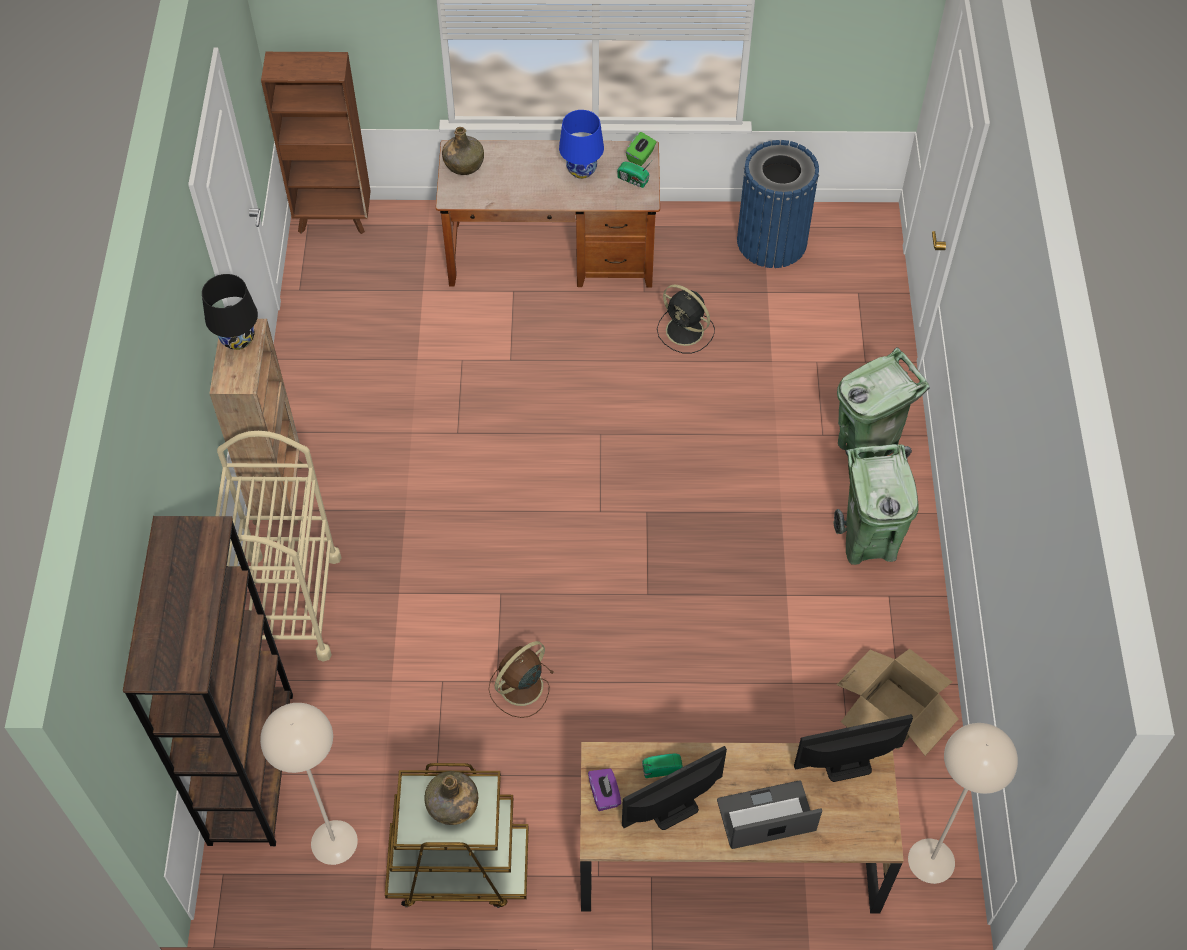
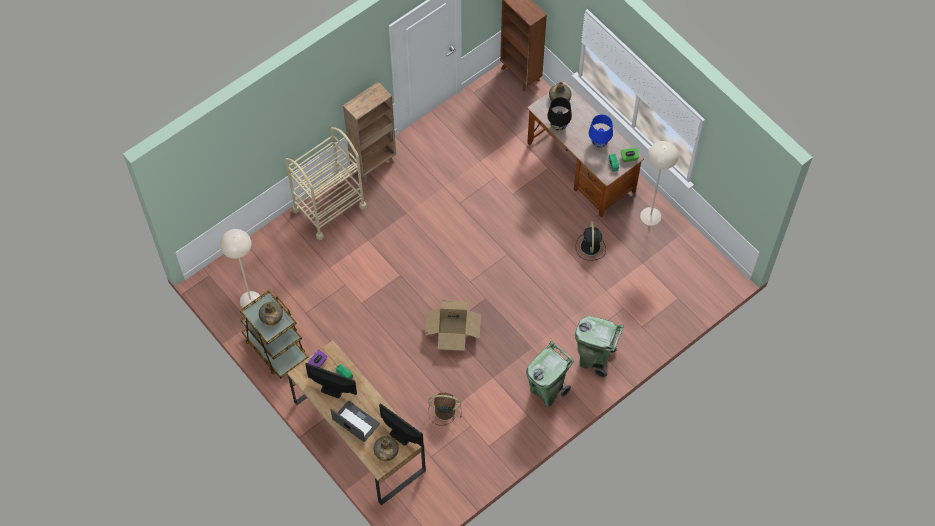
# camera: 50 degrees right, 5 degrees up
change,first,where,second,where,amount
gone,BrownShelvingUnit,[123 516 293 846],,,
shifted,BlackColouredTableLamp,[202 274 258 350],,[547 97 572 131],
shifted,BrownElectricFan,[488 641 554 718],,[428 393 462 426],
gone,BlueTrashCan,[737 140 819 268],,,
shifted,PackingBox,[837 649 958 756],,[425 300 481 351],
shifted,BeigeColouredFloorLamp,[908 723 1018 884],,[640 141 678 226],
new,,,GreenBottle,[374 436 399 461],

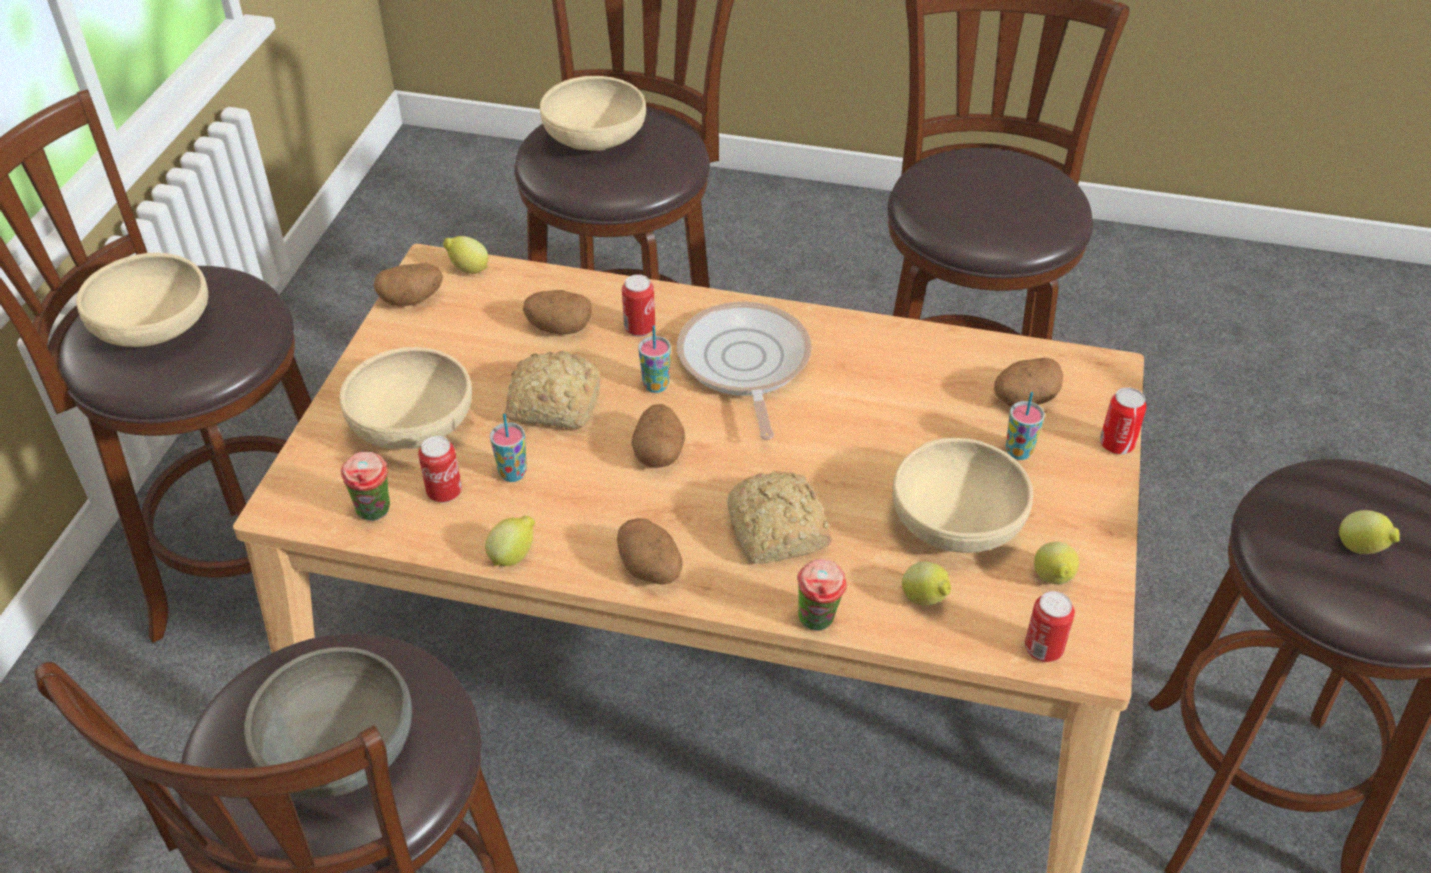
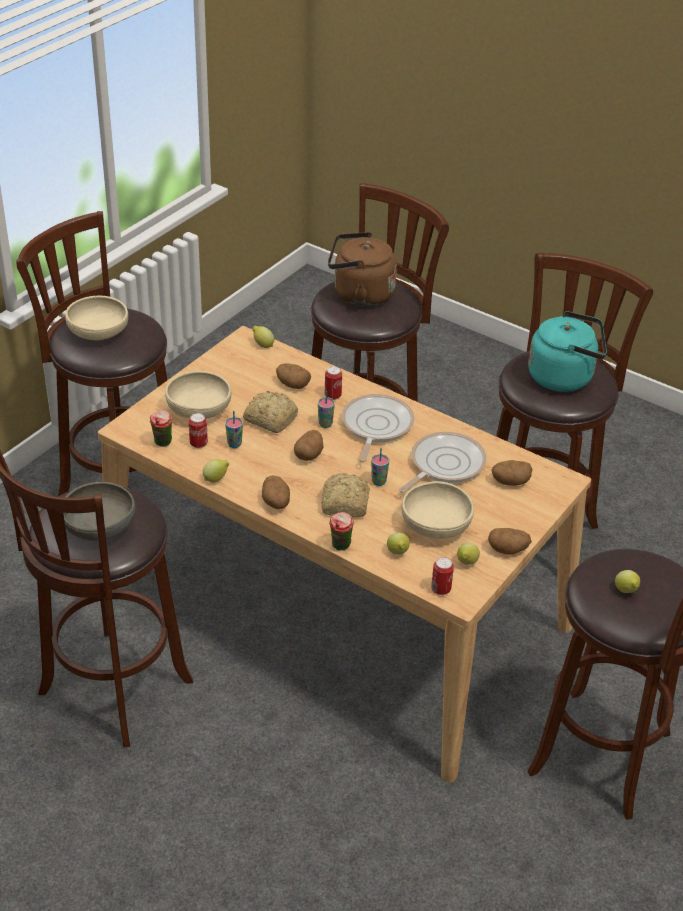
# camera: 20 degrees right, 5 degrees down
change,first,where,second,where,amount
shifted,Potato,[374 263 443 306],,[488 528 532 555],
swapped,BeigeColouredServingBowl,[540 76 646 151],BrownWaterKettle,[328 232 397 306],
shifted,Cup,[1006 392 1045 460],,[371 448 389 486],
gone,MetalCan,[1100 387 1146 454],,,
new,,,Pan,[399 432 487 493],
new,,,BlueGreenWaterKettle,[528 311 607 392],

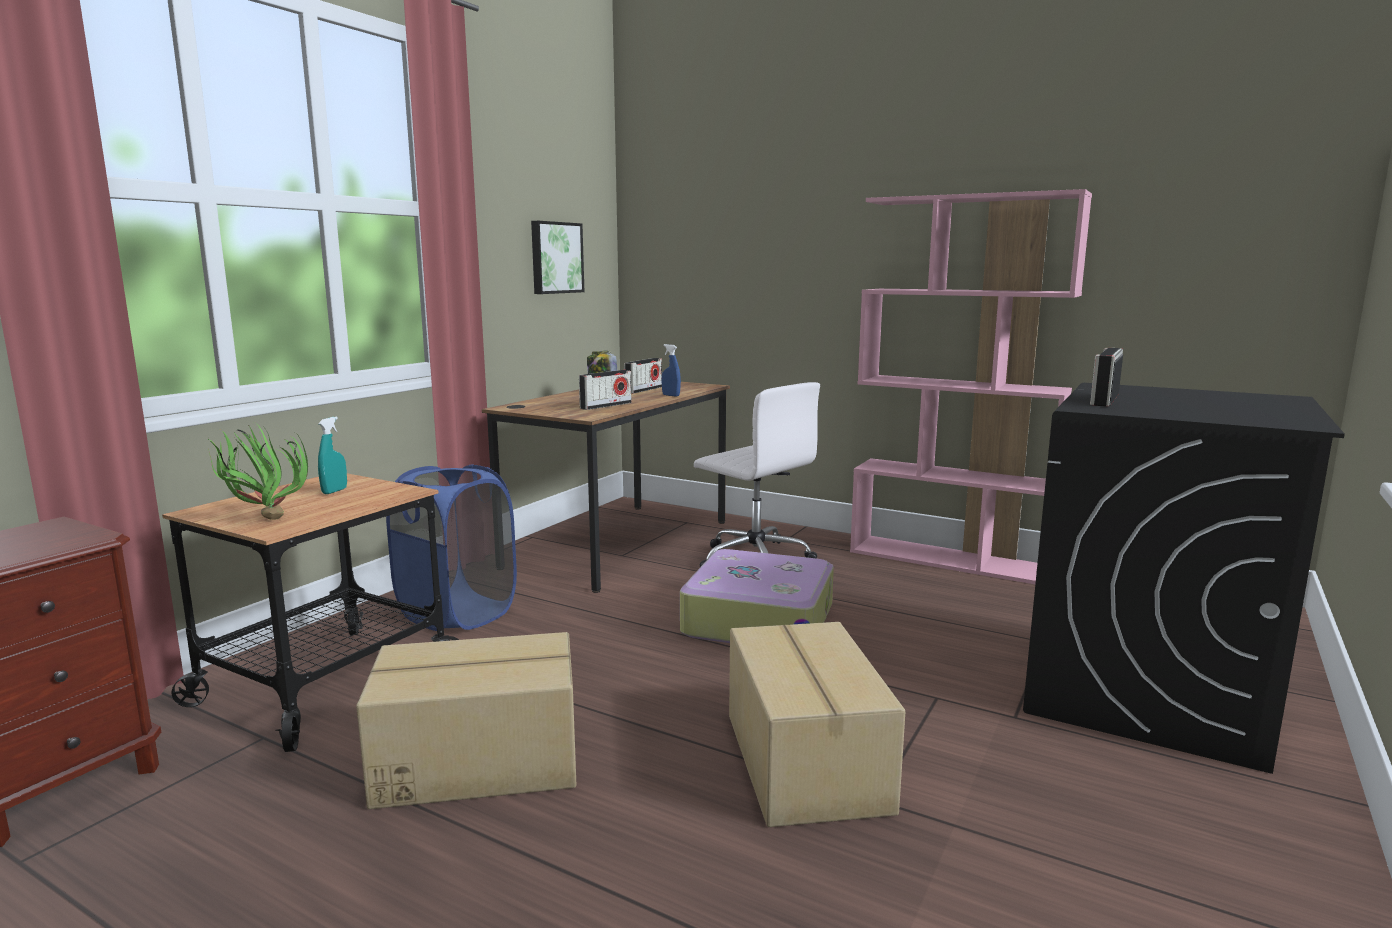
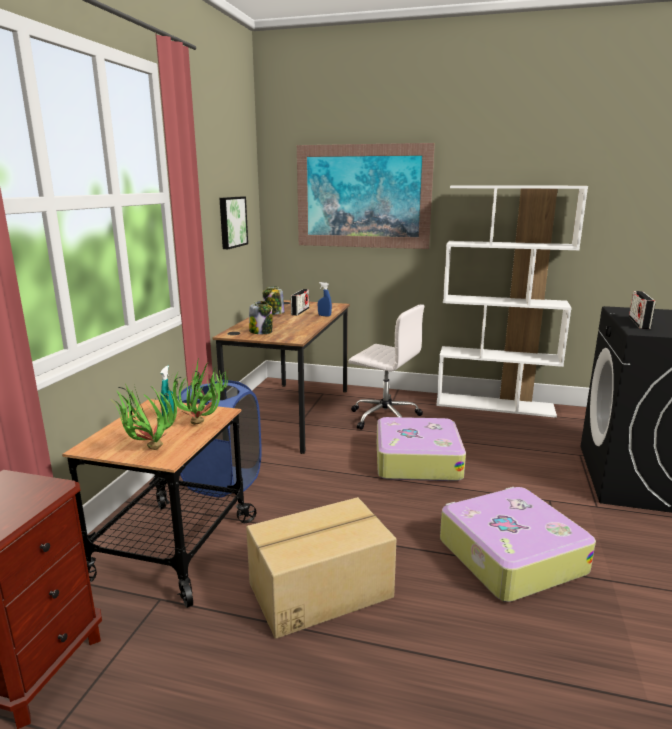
# camera: 15 degrees left, 5 degrees up
change,first,where,second,where,amount
gone,RadioSet,[579 370 631 410],,,
swapped,PackingBox,[729 622 905 827],PieceOfLuggage,[440 487 596 602],
repainted,PinkishShelvingUnit,[850 189 1092 584],WhitishShelvingUnit,[436 185 588 418],
new,,,PottedPlant,[170 359 228 425],
new,,,Jar,[249 301 273 334],
new,,,WallArt,[297 143 435 249],

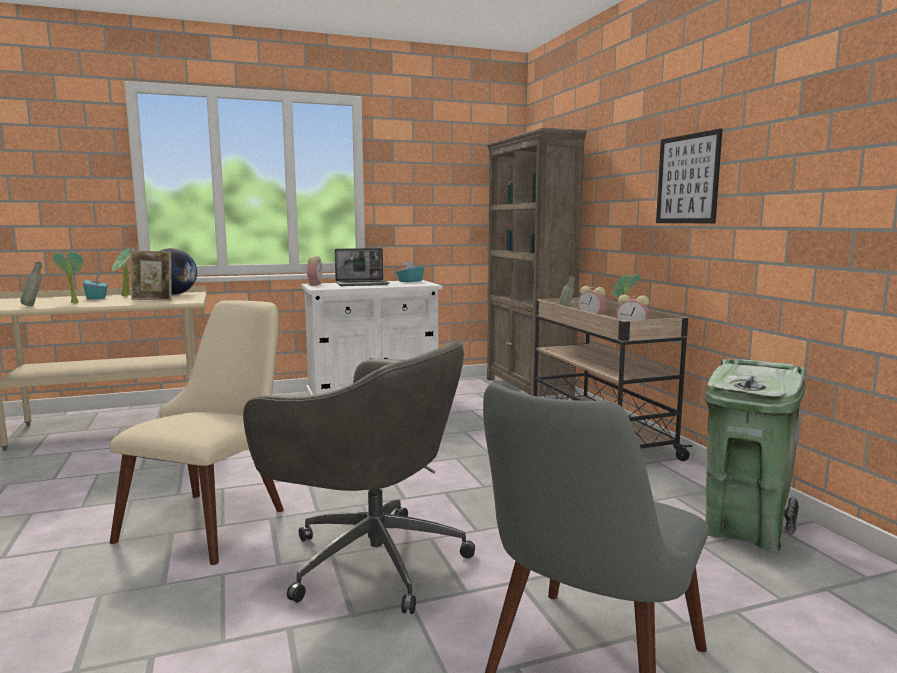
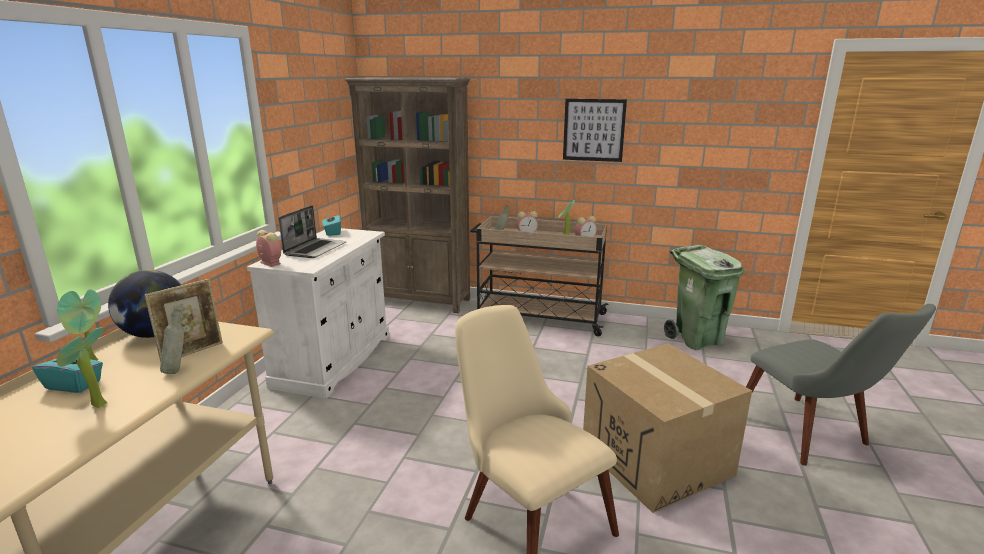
# camera: 55 degrees left, 10 degrees up
change,first,where,second,where,amount
shifted,GreyishBottle,[20 262 42 306],,[160 309 184 374],
swapped,GreyishDeskChair,[243 341 475 614],PackingBox,[583 343 752 513],

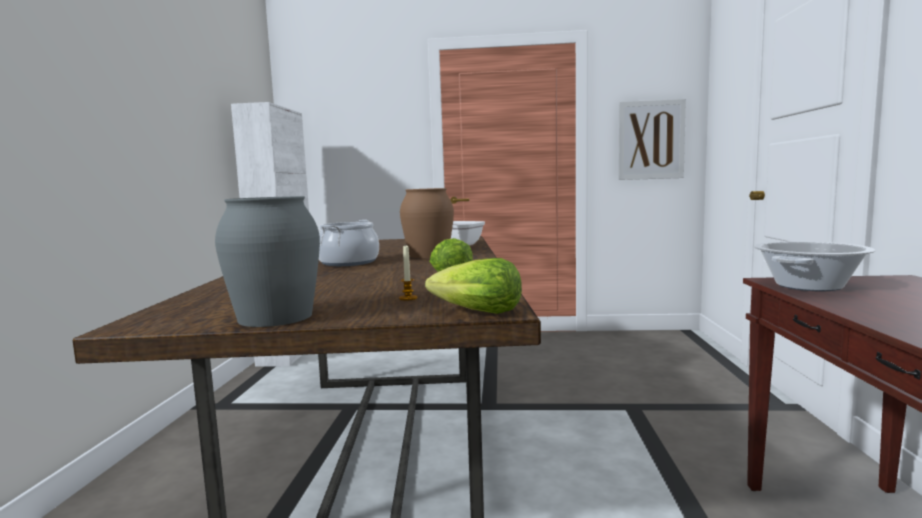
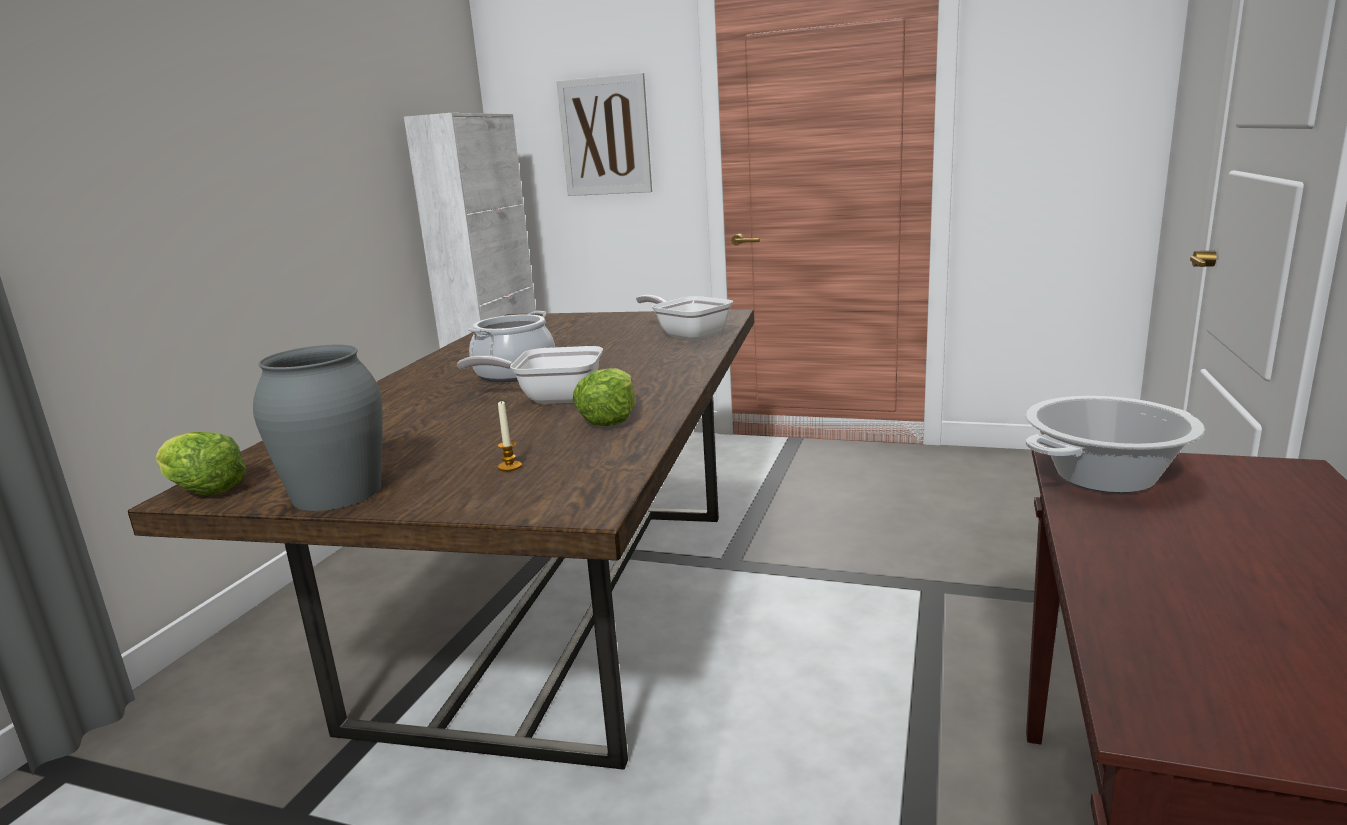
# camera: 15 degrees right, 10 degrees up
change,first,where,second,where,amount
gone,BrownVase,[400 188 454 258],,,
shifted,LettuceHead,[425 258 522 314],,[155 432 246 495],
shifted,WallArt,[618 99 686 180],,[556 73 652 196],
new,,,Pan,[457 346 603 404],

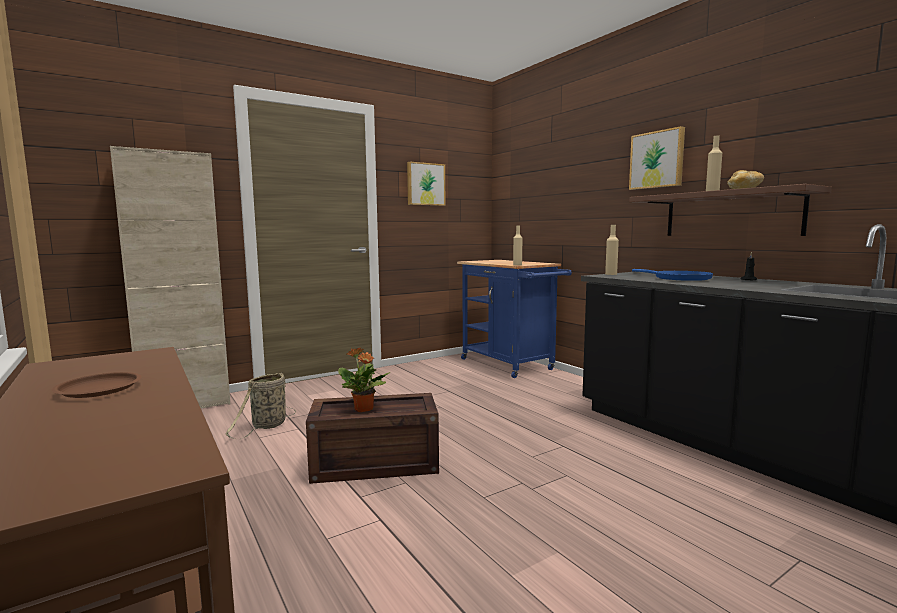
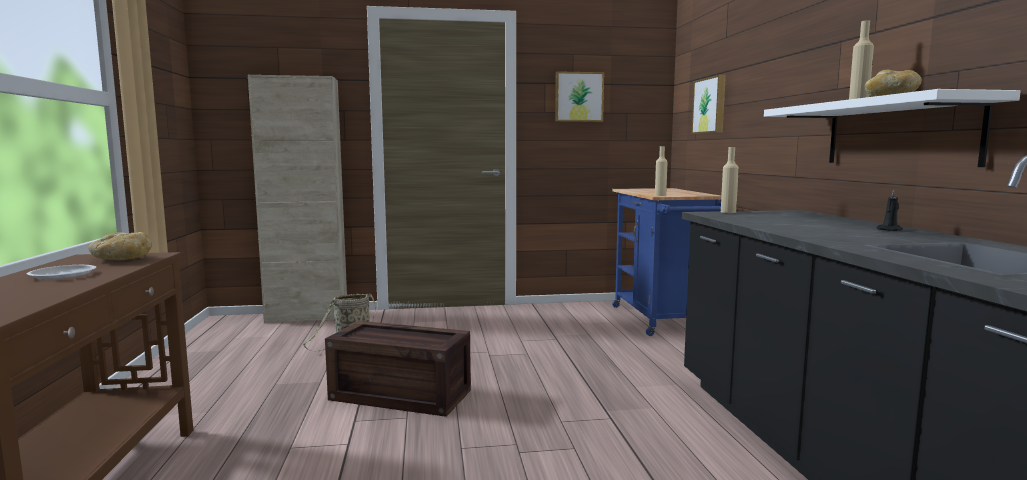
# camera: 25 degrees right, 0 degrees up
change,first,where,second,where,amount
repainted,BrownDinnerPlate,[52 372 142 398],WhitishDinnerPlate,[27 265 96 279],
gone,PottedPlant,[338 348 391 412],,,
shifted,WallArt,[629 126 685 190],,[692 75 726 134],
repainted,BrownShelf,[629 184 832 236],WhitishShelf,[764 89 1021 167],
gone,BluePan,[632 269 713 281],,,
new,,,BakedBread,[88 232 152 260],

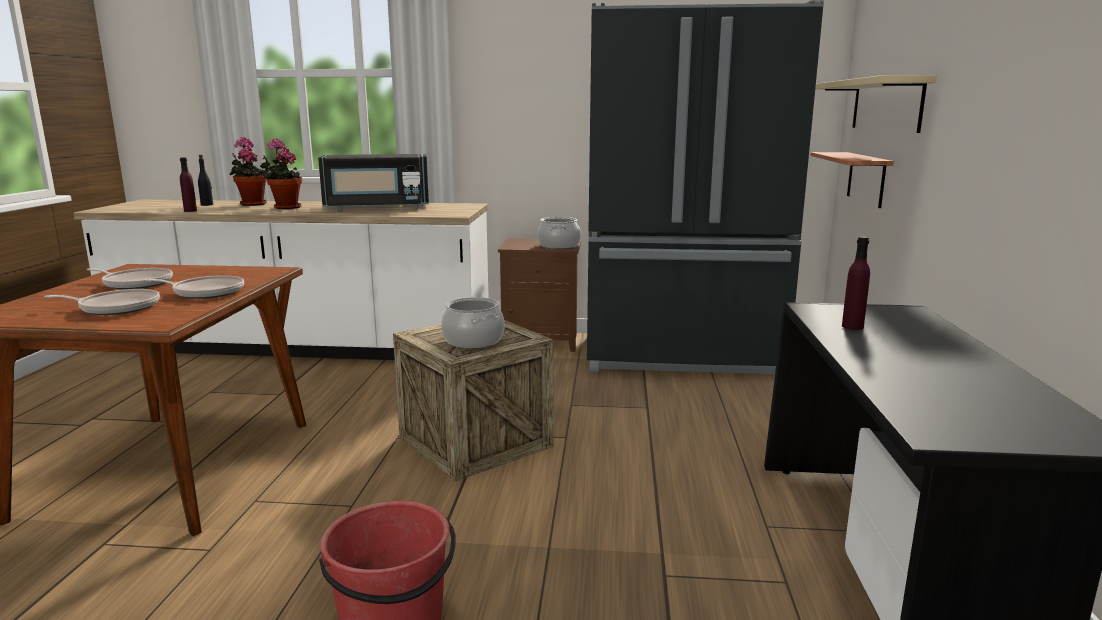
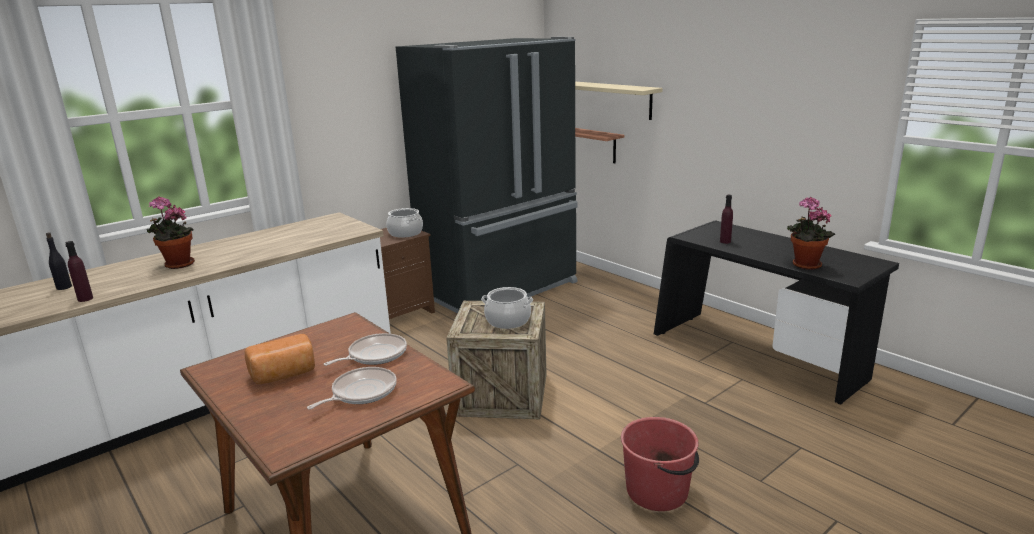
# camera: 45 degrees left, 5 degrees up
change,first,where,second,where,amount
swapped,Pan,[87 268 173 289],BakedBread,[245 334 315 385],
shifted,PottedPlant,[230 137 267 206],,[787 197 835 270],
gone,BlackColouredMicrowaveOven,[318 154 429 210],,,

